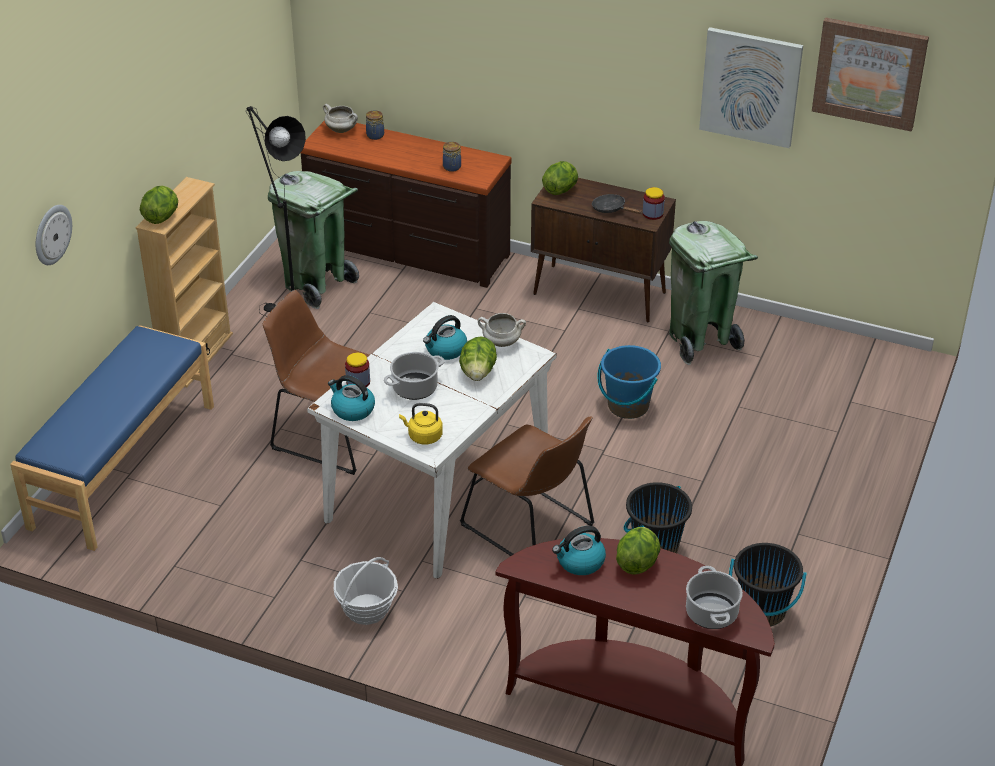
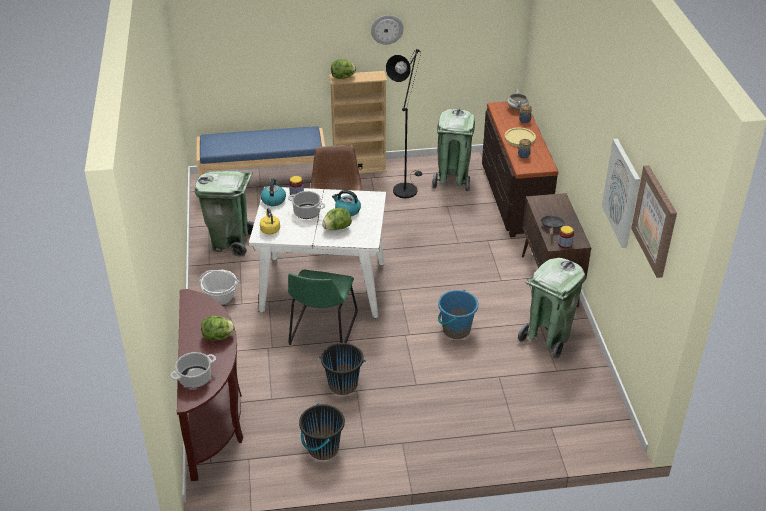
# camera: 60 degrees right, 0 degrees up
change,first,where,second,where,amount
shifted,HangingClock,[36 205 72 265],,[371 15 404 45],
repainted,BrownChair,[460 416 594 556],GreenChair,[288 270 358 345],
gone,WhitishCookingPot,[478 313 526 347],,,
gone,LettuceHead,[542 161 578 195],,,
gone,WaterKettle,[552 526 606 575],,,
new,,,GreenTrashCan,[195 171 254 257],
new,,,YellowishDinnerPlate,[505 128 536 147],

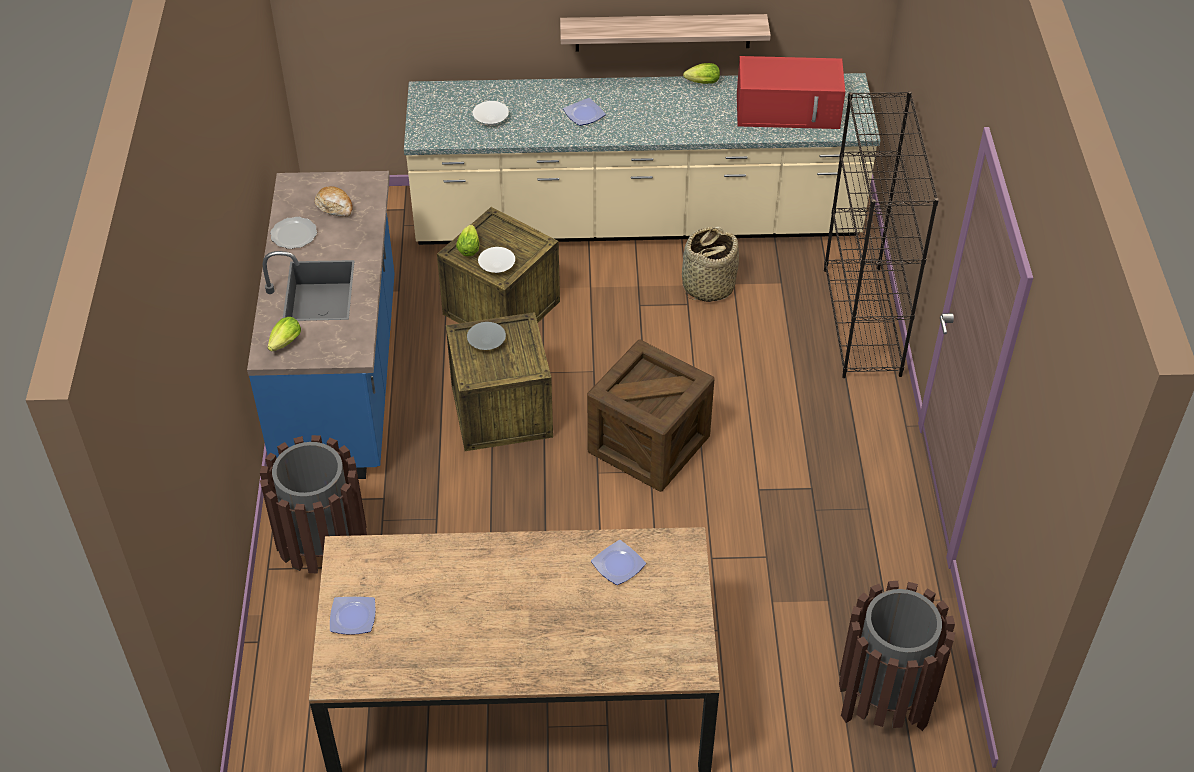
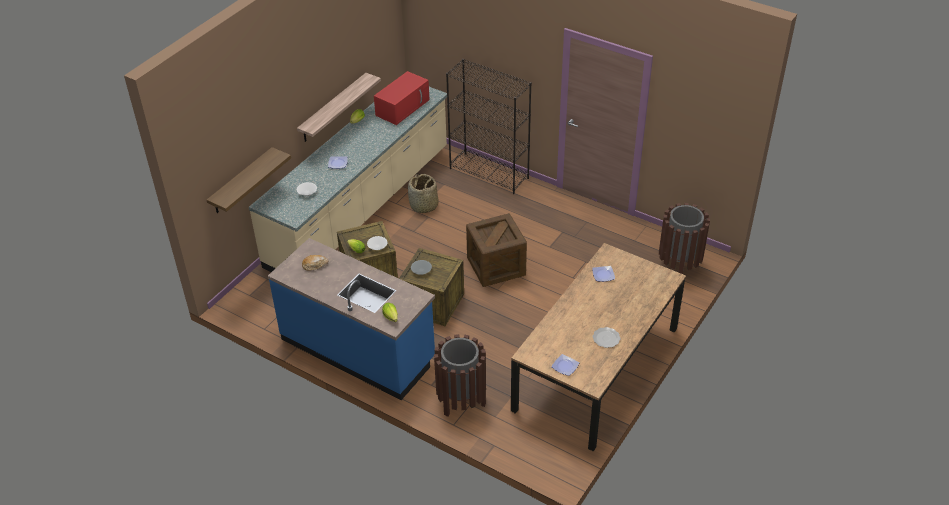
# camera: 55 degrees left, 5 degrees down
change,first,where,second,where,amount
shifted,DinnerPlate,[270 217 317 249],,[593 327 620 348],
new,,,Shelf,[207 147 291 213],

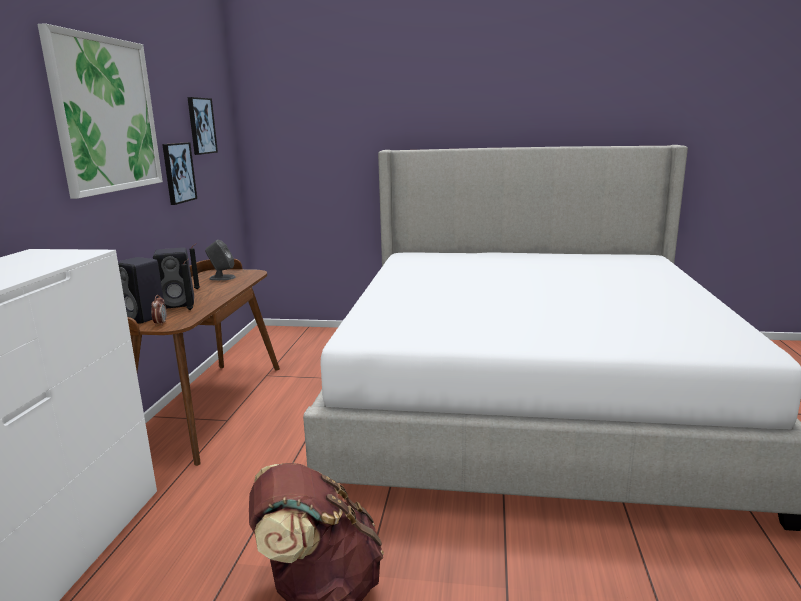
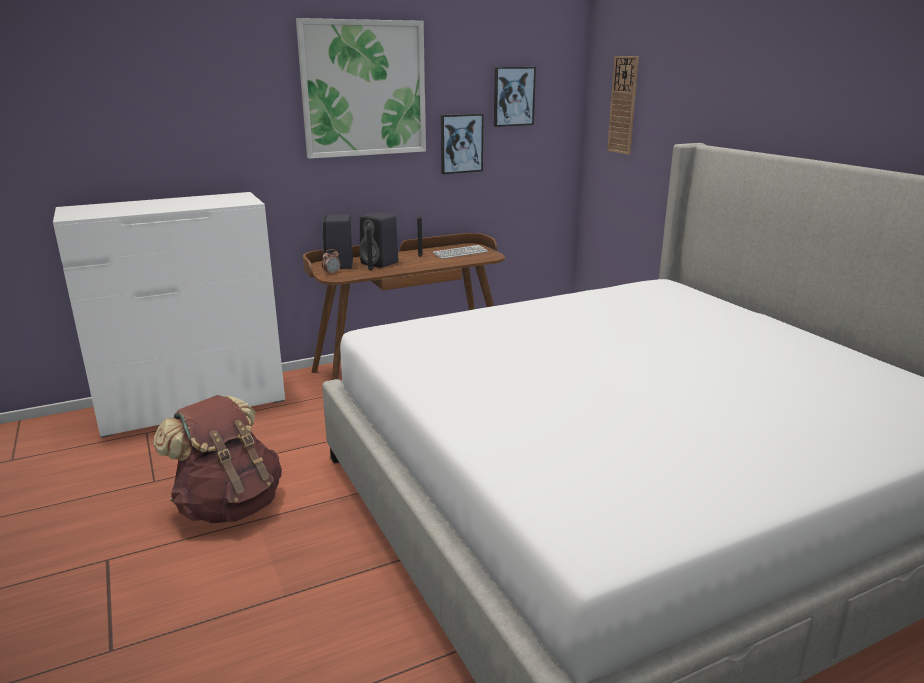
# camera: 55 degrees right, 5 degrees up
change,first,where,second,where,amount
swapped,GreyishLoudspeaker,[205 240 236 280],PcKeyboard,[433 245 488 259],
new,,,HangingClock,[607 56 639 155],

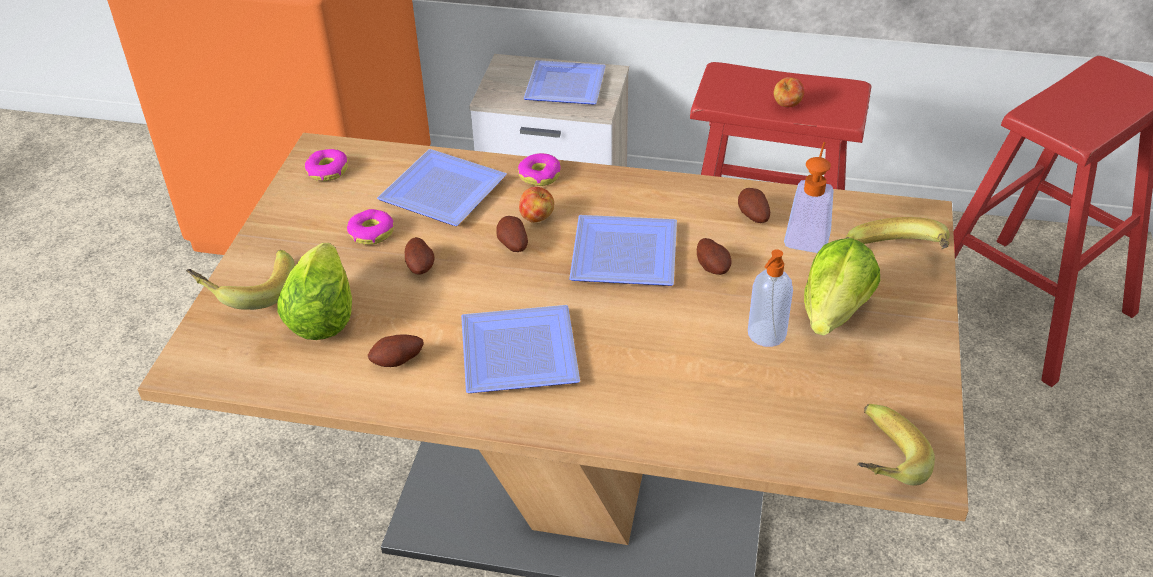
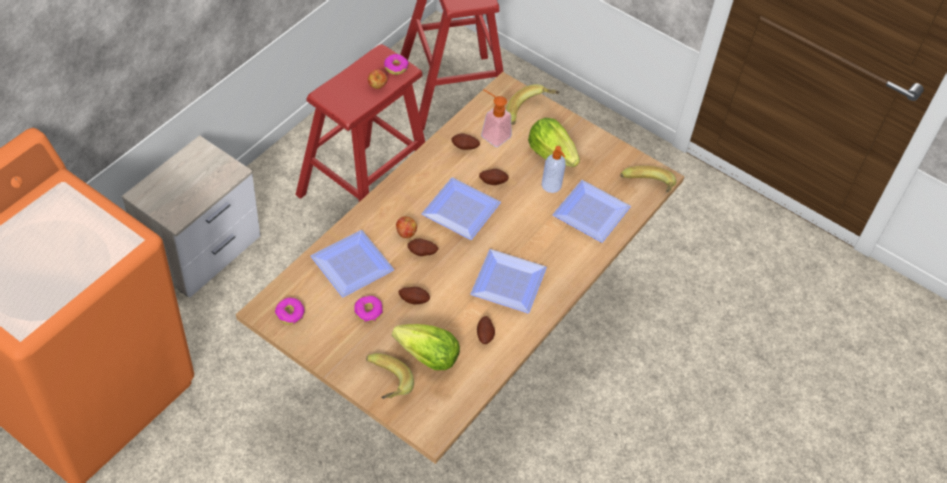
# camera: 70 degrees left, 10 degrees up
change,first,where,second,where,amount
shifted,RingDoughnut,[518 153 561 186],,[384 54 409 75],
shifted,DinnerPlate,[523 60 606 105],,[552 180 631 243],

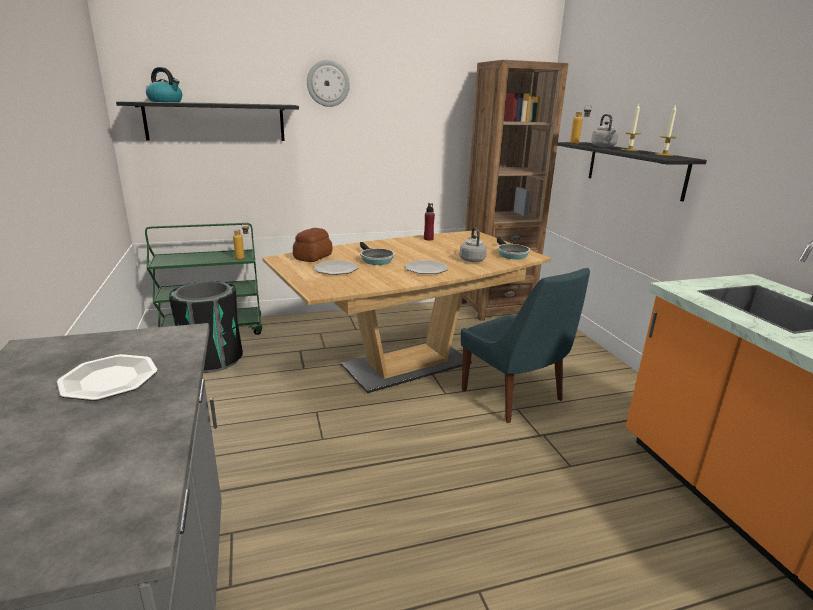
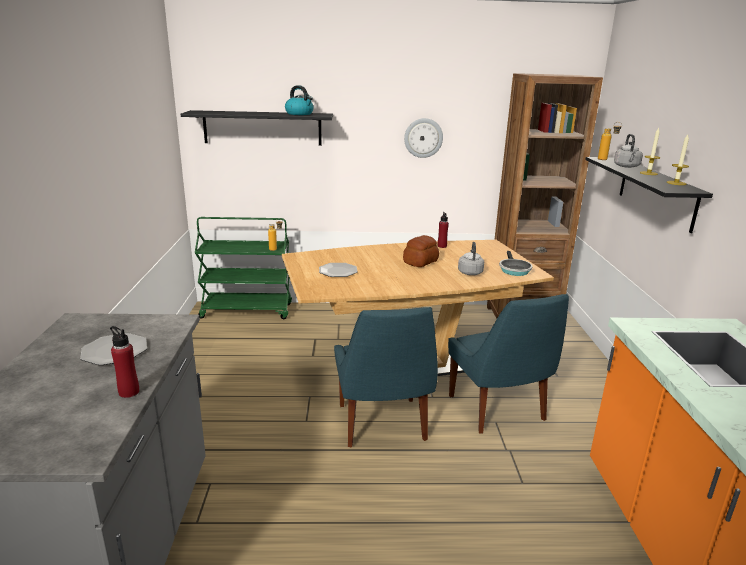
# camera: 15 degrees right, 0 degrees up
change,first,where,second,where,amount
shifted,WaterKettle,[146 67 182 102],,[285 85 314 115],
gone,BlackColouredTrashCan,[169 281 243 373],,,
shifted,BakedBread,[293 228 333 262],,[403 235 439 267],
shifted,HangingClock,[307 60 350 107],,[404 118 443 158],
gone,Pan,[360 242 395 265],,,
gone,DinnerPlate,[405 260 448 274],,,
new,,,ReddishBottle,[110 326 139 398],
new,,,BlueChair,[334 307 438 448],

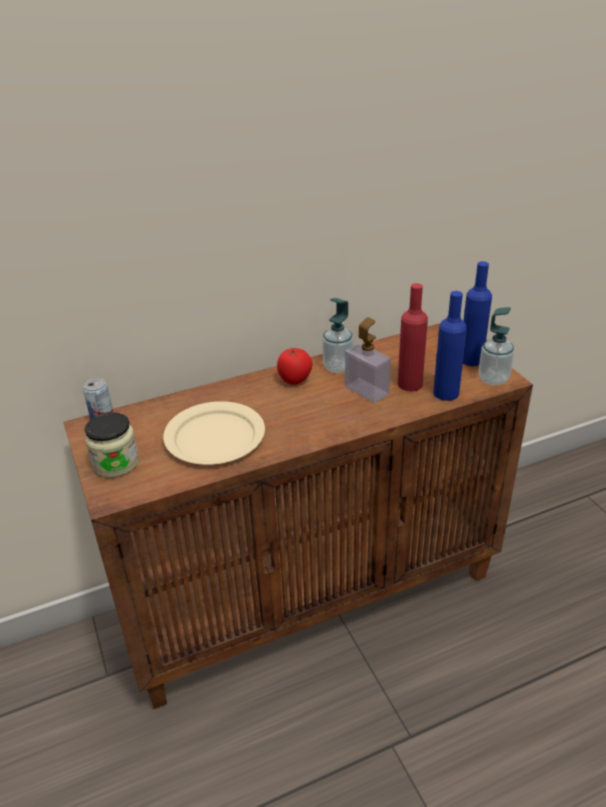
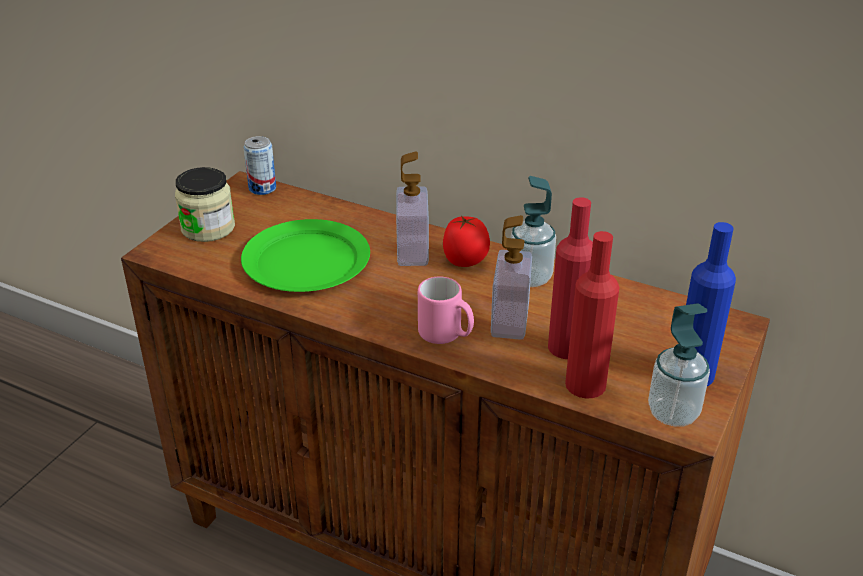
# camera: 50 degrees right, 0 degrees up
change,first,where,second,where,amount
repainted,BeigeColouredDinnerPlate,[163 401 265 465],GreenDinnerPlate,[241 219 370 292],
repainted,BlueBottle,[433 291 467 401],ReddishBottle,[565 231 620 398],
new,,,LiquidSoapBottle,[396 151 429 266],
new,,,PinkishCoffeeMug,[418 277 474 344],

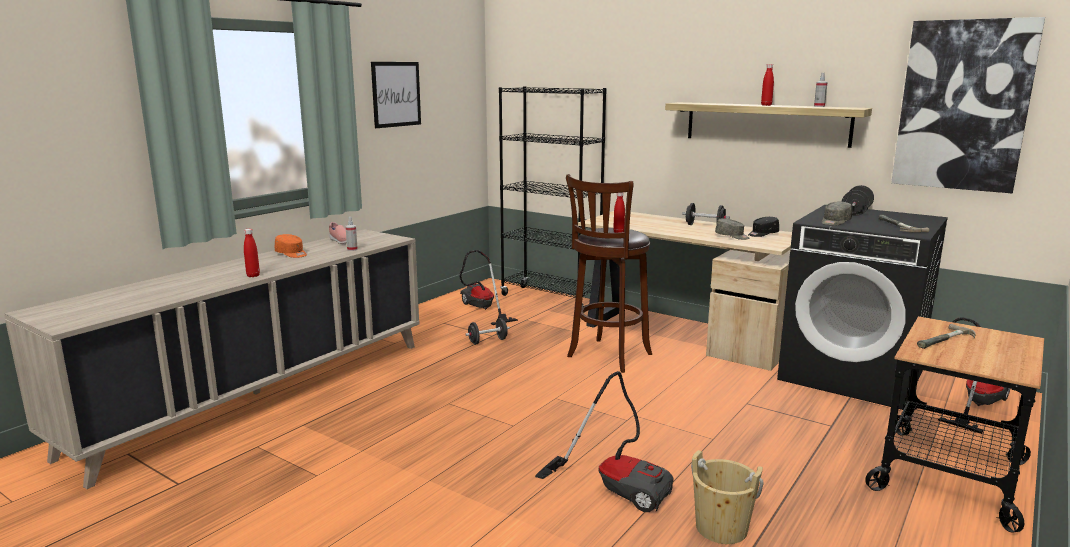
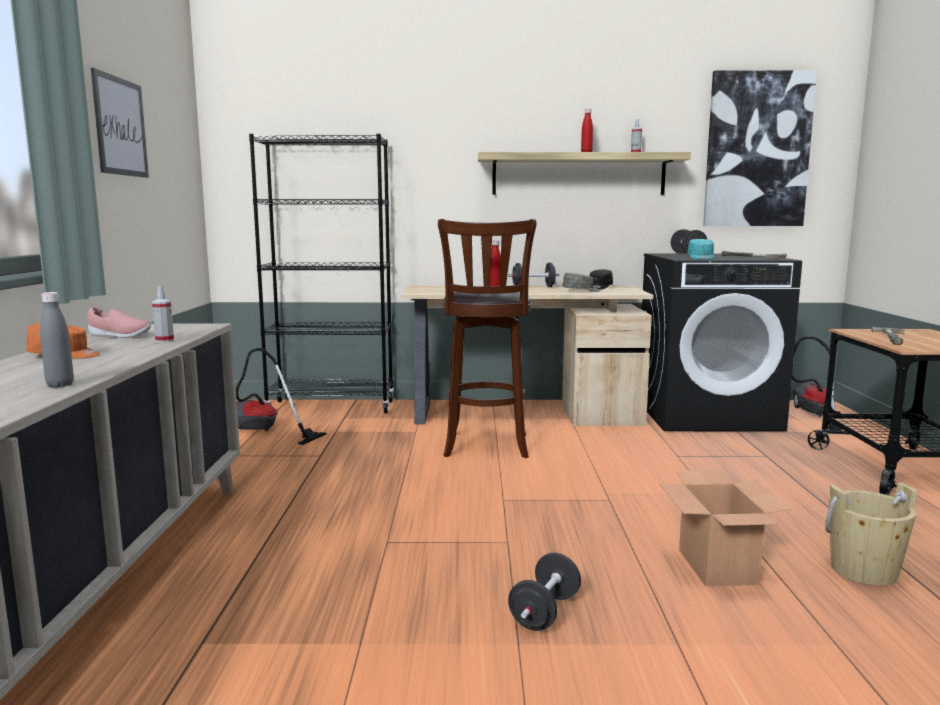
# camera: 35 degrees left, 5 degrees down
change,first,where,second,where,amount
repainted,ReddishBottle,[244 229 260 277],GreyishBottle,[40 292 74 387],
shifted,BlackColouredFreeWeight,[465 318 510 345],,[508 553 581 631],
swapped,VacuumCleaner,[535 371 674 512],PackingBox,[659 470 792 586],
repainted,GreyishBaseballCap,[822 202 852 226],BlueGreenBaseballCap,[687 239 714 259],

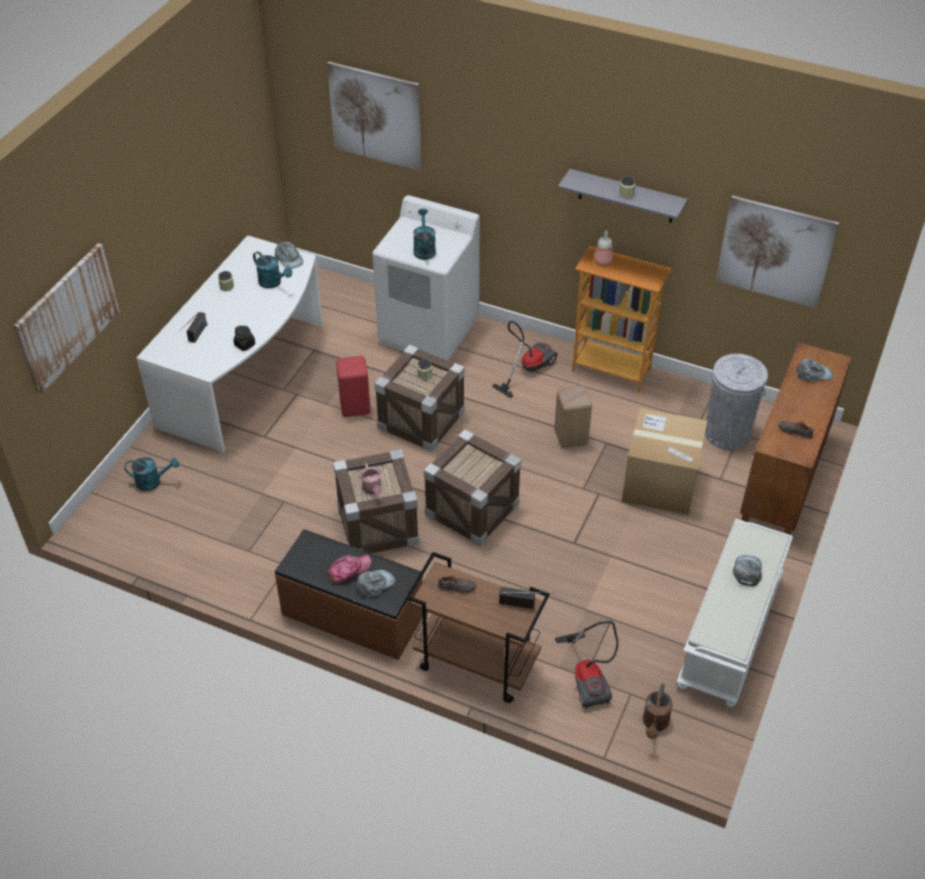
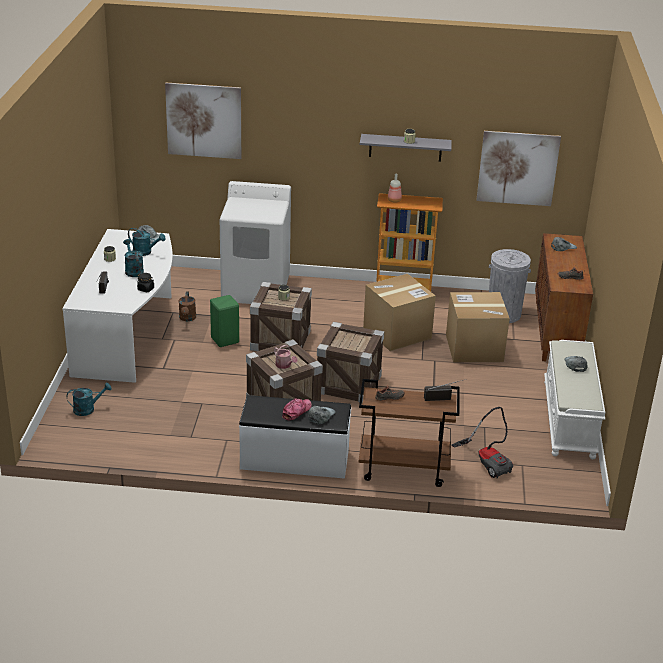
# camera: 20 degrees left, 15 degrees down
change,first,where,second,where,amount
gone,WallArt,[14 243 120 395],,,
repainted,BrownLongSeat,[275 529 423 660],WhitishLongSeat,[239 395 351 479],
repainted,ReddishSittingStool,[336 356 371 417],GreenSittingStool,[210 295 239 347],
shifted,BlueGreenWateringCan,[413 209 436 260],,[123 239 144 277],
gone,VacuumCleaner,[492 321 558 398],,,
swapped,BeigeColouredSittingStool,[554 385 592 448],PackingBox,[363 274 436 351],
shifted,BrownWateringCan,[643 684 673 739],,[179 291 196 321],

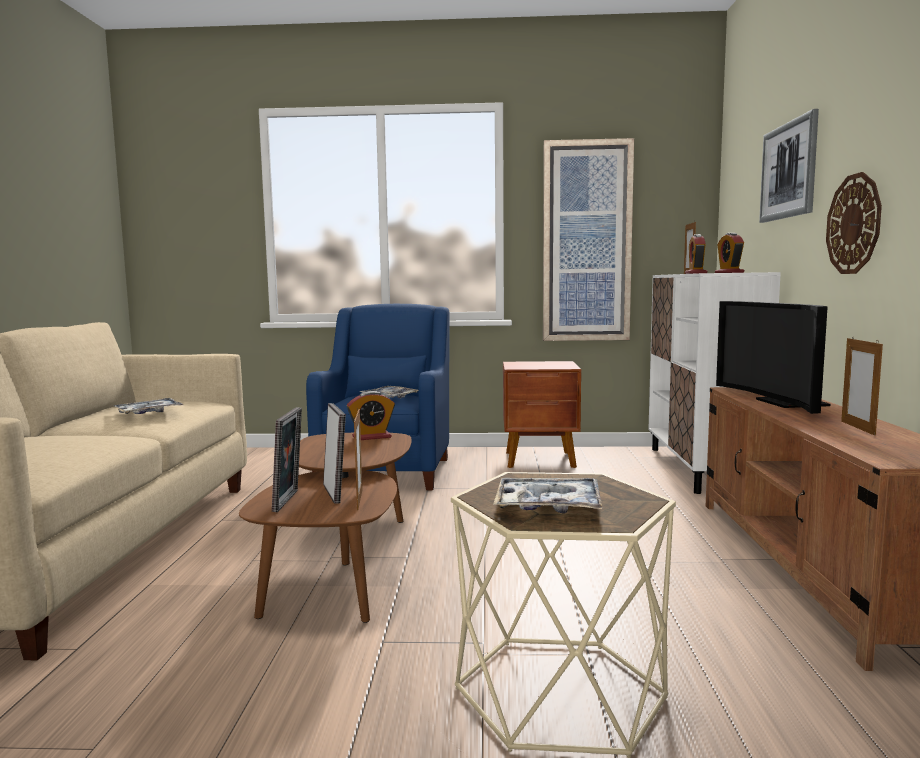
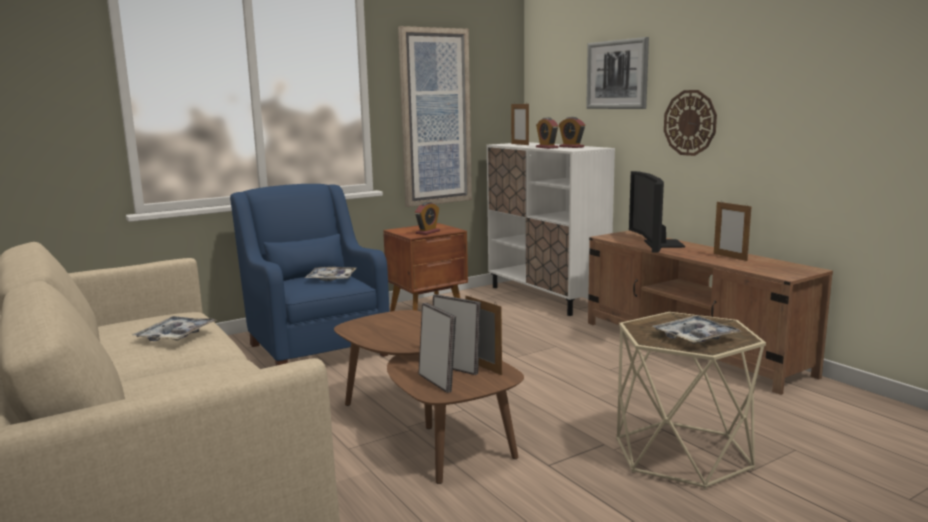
# camera: 35 degrees left, 5 degrees up
change,first,where,second,where,amount
shifted,TableClock,[347 391 395 440],,[415 202 440 235],
rotated,TvSet,[716 301 830 414],,[629 171 685 253],45 degrees clockwise

